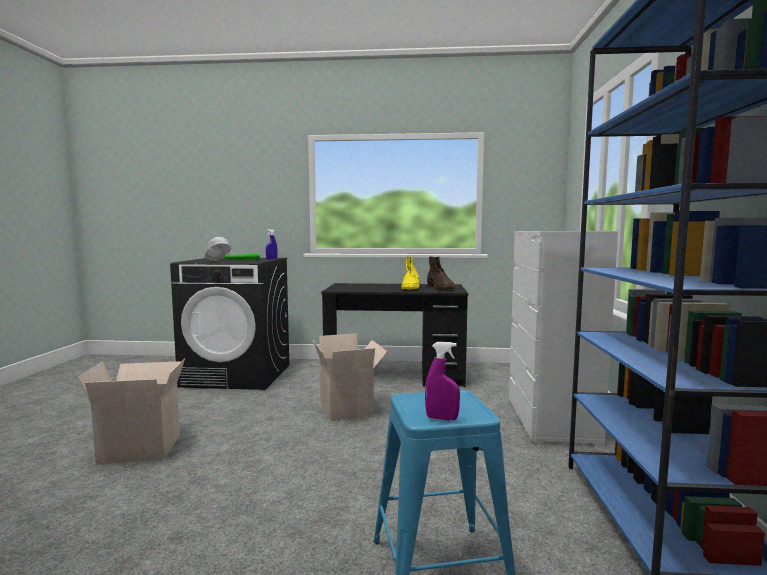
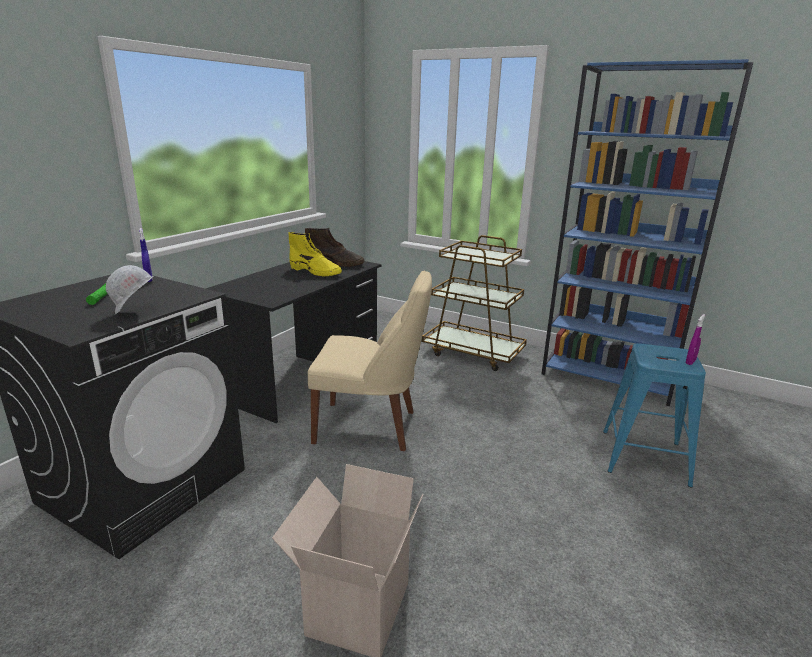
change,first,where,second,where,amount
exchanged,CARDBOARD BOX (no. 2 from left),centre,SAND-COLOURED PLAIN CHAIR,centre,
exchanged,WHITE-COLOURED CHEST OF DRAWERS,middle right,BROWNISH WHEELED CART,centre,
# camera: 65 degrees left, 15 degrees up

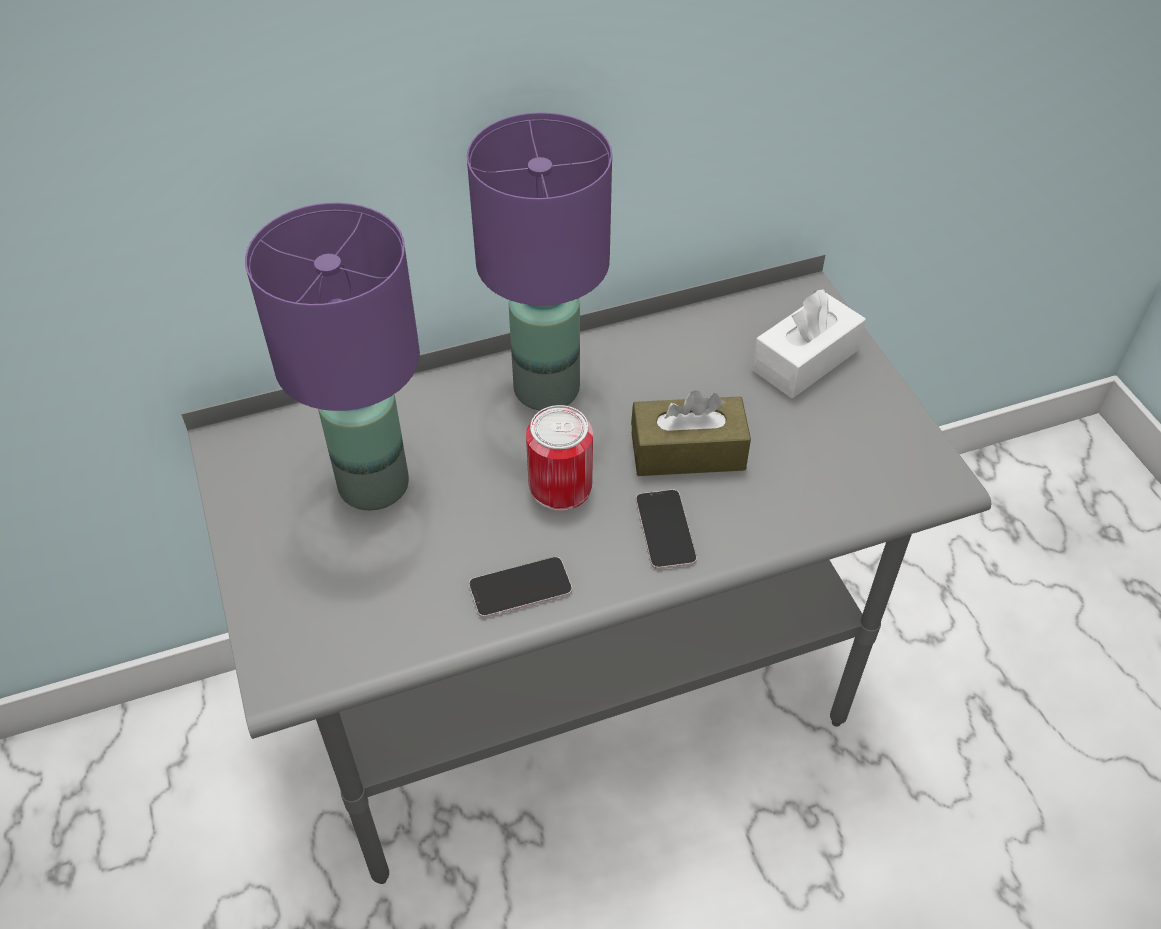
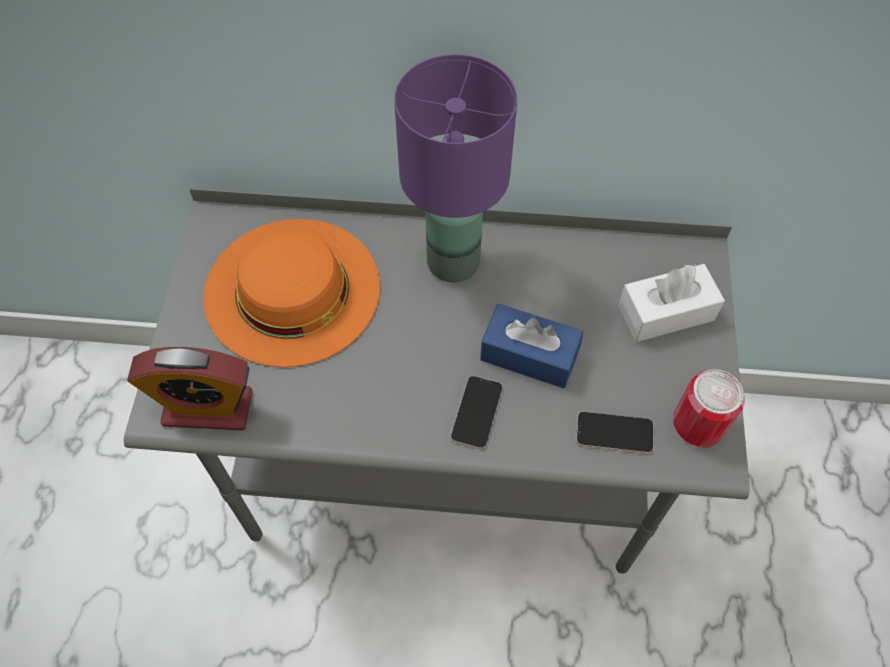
change,first,where,second,where,amount
exchanged,PURPLE-COLOURED LAMP FOR A TABLE (no. 1 from left),middle left,ORANGE-COLOURED WEARABLE HAT,middle left,
relocated,HANDSET (no. 1 from left in the first image),centre,HANDSET (no. 2 from left),middle right,
relocated,SEALED CAN,centre,,middle right,
colour,BROWNISH TISSUE BOX,centre,BLUISH TISSUE BOX,centre,
appeared,,,BEDSIDE CLOCK,middle left,
# camera: 25 degrees right, 10 degrees up

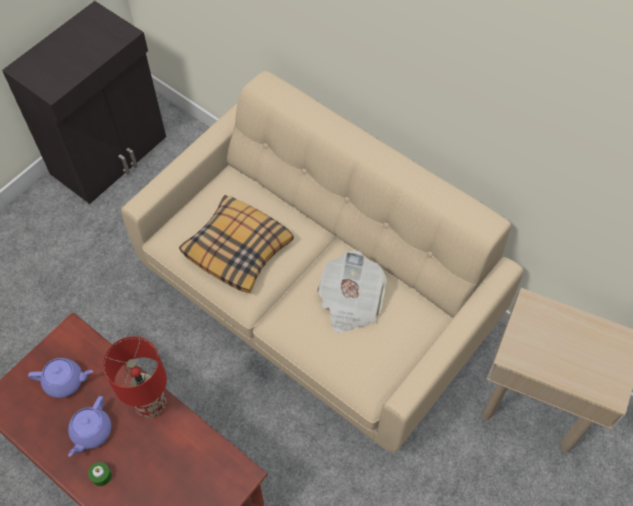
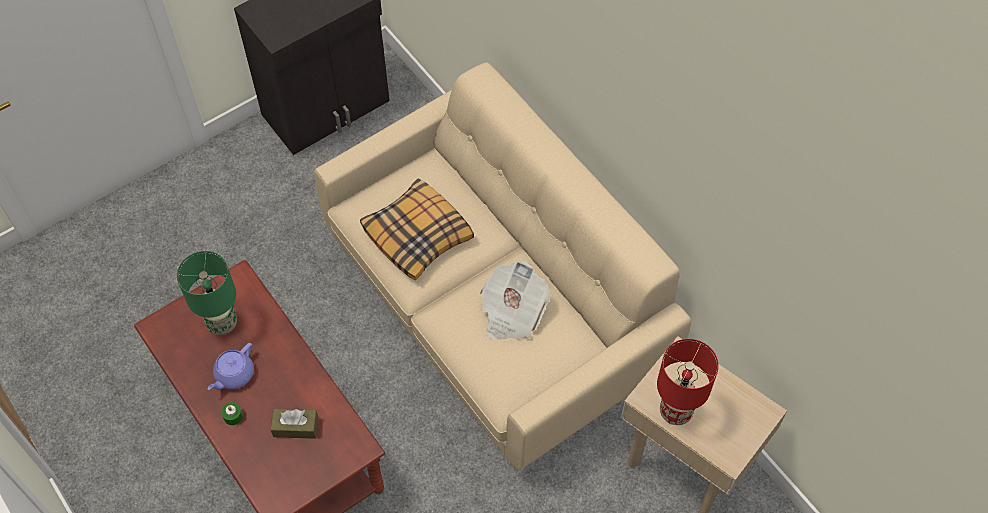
change,first,where,second,where,amount
exchanged,PURPLE-COLOURED TEAPOT (no. 1 from left),bottom left,GREEN LAMP FOR A TABLE,middle left,
relocated,RED-COLOURED LAMP FOR A TABLE,bottom left,,bottom right,
appeared,,,BROWNISH TISSUE BOX,bottom left,
# camera: 15 degrees right, 0 degrees up

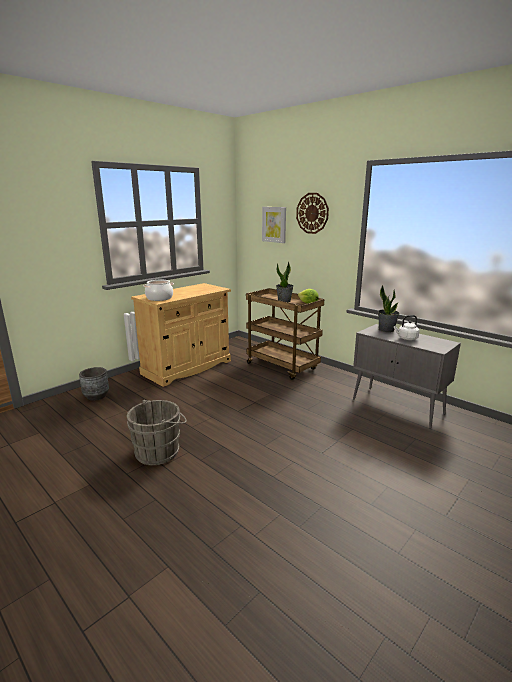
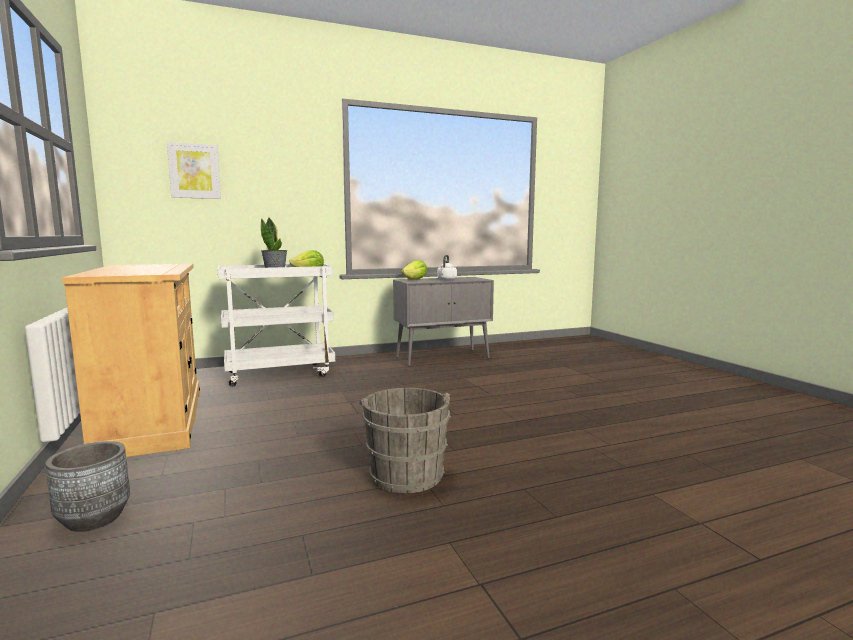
change,first,where,second,where,amount
missing,STOCKPOT,middle left,,,
colour,BROWNISH WHEELED CART,centre,WHITE-COLOURED WHEELED CART,middle left,
missing,CLOCK ON THE WALL,top centre,,,
exchanged,HOUSEPLANT (no. 2 from left),middle right,HEAD OF LETTUCE (no. 2 from left),centre,
# camera: 65 degrees left, 10 degrees down

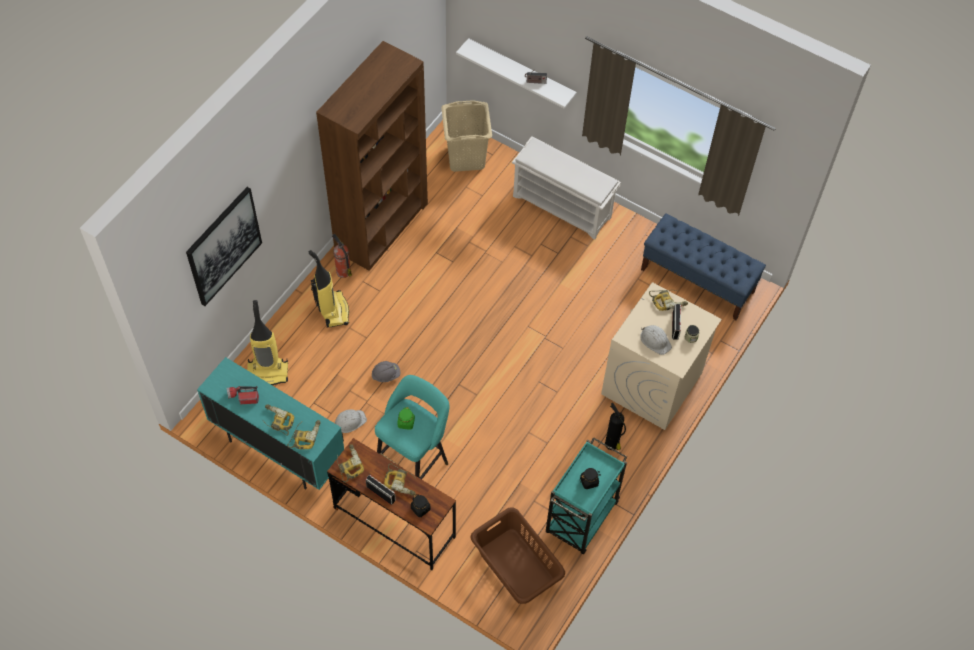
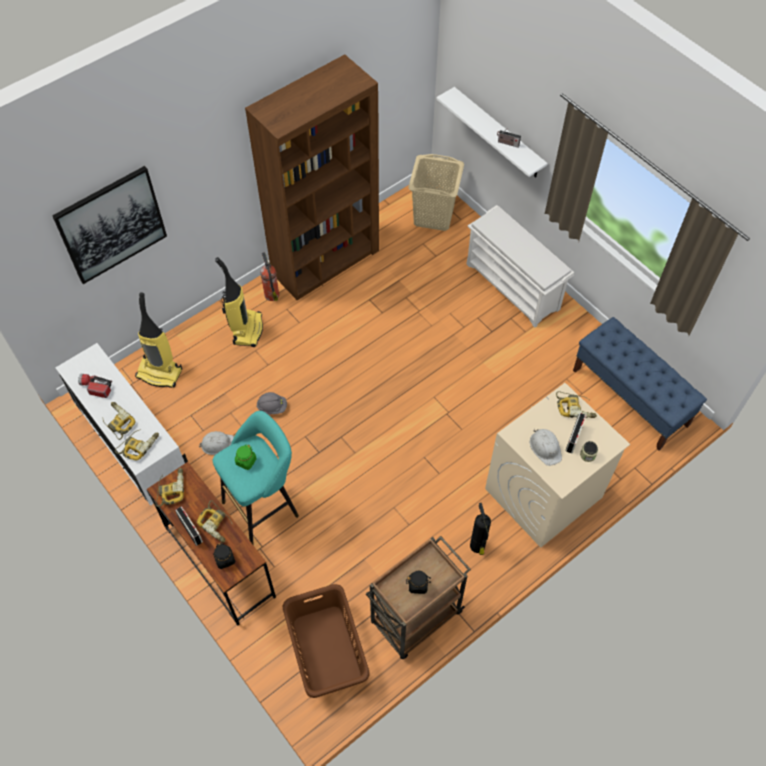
change,first,where,second,where,amount
colour,BLUE-GREEN CUPBOARD,middle left,WHITE-COLOURED CUPBOARD,middle left,
colour,BLUE-GREEN WHEELED CART,bottom centre,BROWNISH WHEELED CART,bottom centre,
# camera: 20 degrees right, 0 degrees up

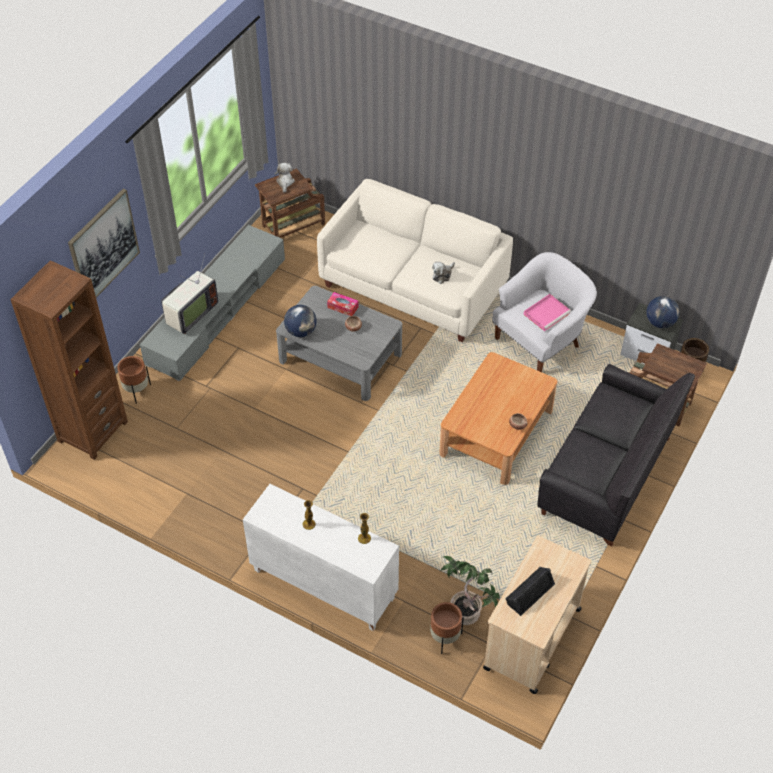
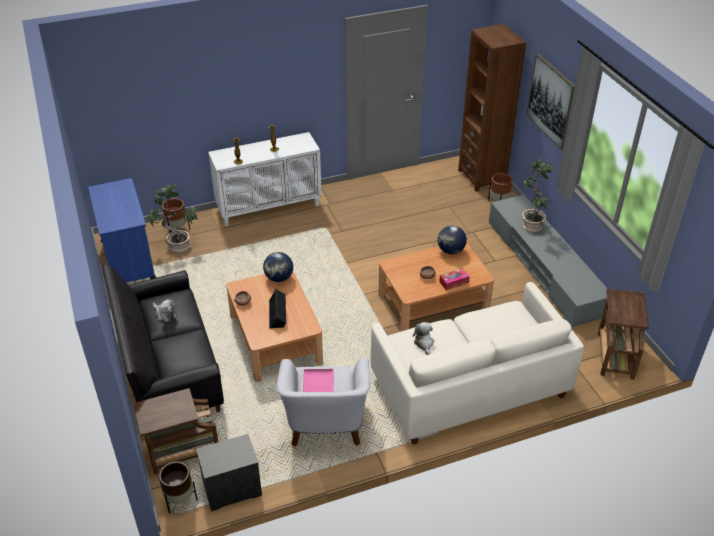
change,first,where,second,where,amount
exchanged,TELEVISION,middle left,HOUSEPLANT (no. 2 from left),middle right,
relocated,CUDDLY TOY (no. 1 from left),top centre,,middle left,
colour,GRAY LOUNGE TABLE,centre,BROWNISH LOUNGE TABLE (no. 2 from left),centre,
colour,SAND-COLOURED WHEELED CART,bottom right,BLUISH WHEELED CART,middle left,
relocated,BLACK-COLOURED SPEAKER,bottom right,,centre,
relocated,DESK GLOBE (no. 2 from left in the first image),middle right,DESK GLOBE (no. 1 from left),centre,
# camera: 130 degrees right, 10 degrees down

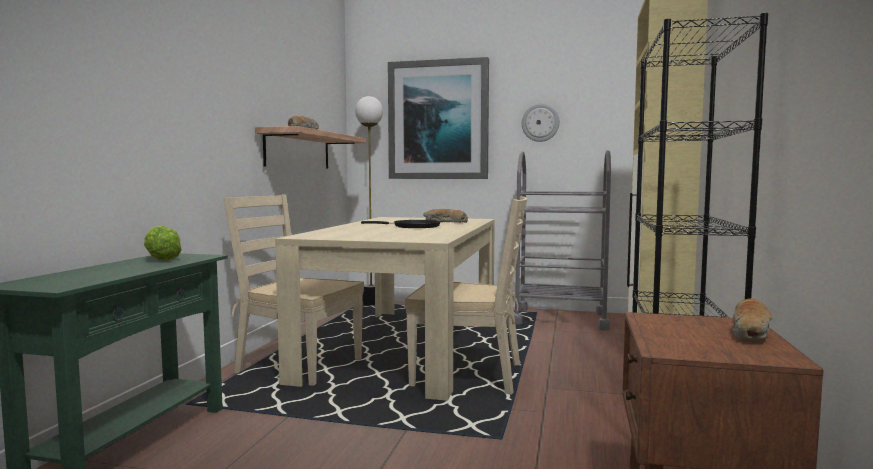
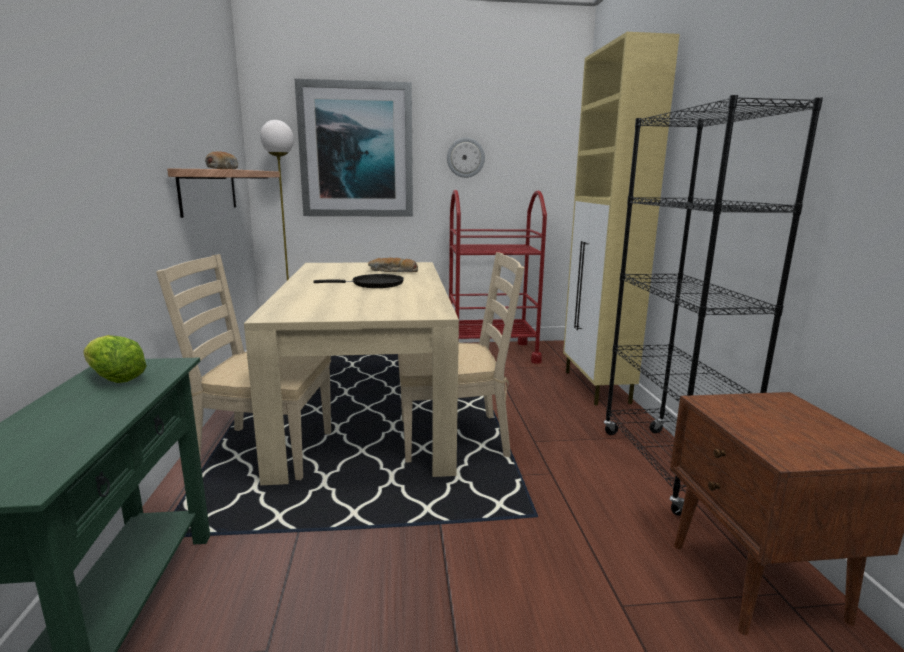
change,first,where,second,where,amount
colour,GRAY WHEELED CART,centre,RED-COLOURED WHEELED CART,centre,
missing,BAKED BREAD (no. 3 from left),bottom right,,,
# camera: 20 degrees left, 10 degrees up

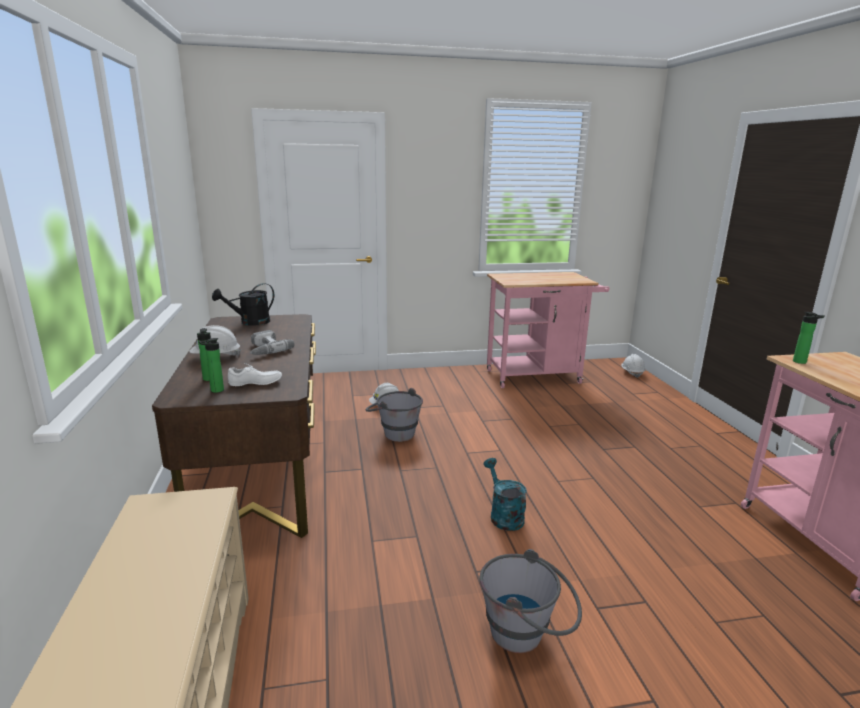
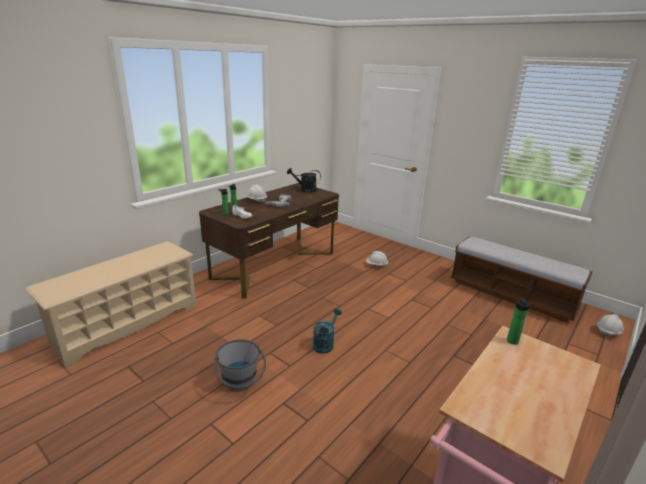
change,first,where,second,where,amount
missing,GRAY WATER BUCKET (no. 1 from left),centre,,,
exchanged,PINKISH WHEELED CART (no. 1 from left),centre,BENCH,middle right,
# camera: 50 degrees right, 5 degrees up

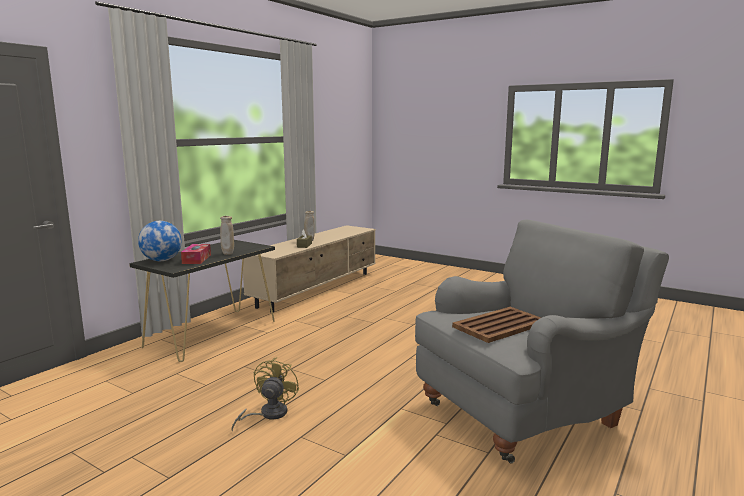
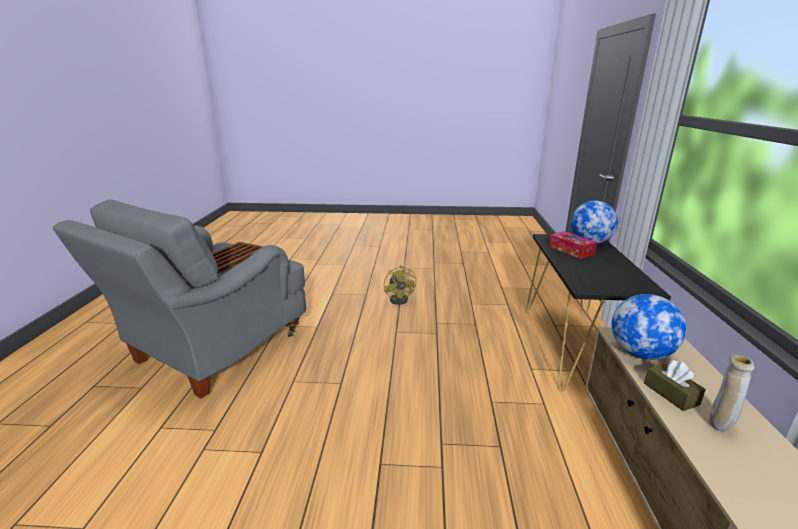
change,first,where,second,where,amount
missing,SAND-COLOURED DECORATIVE VASE (no. 1 from left),middle left,,,
appeared,,,DESK GLOBE (no. 2 from left),middle right,
# camera: 150 degrees right, 10 degrees up

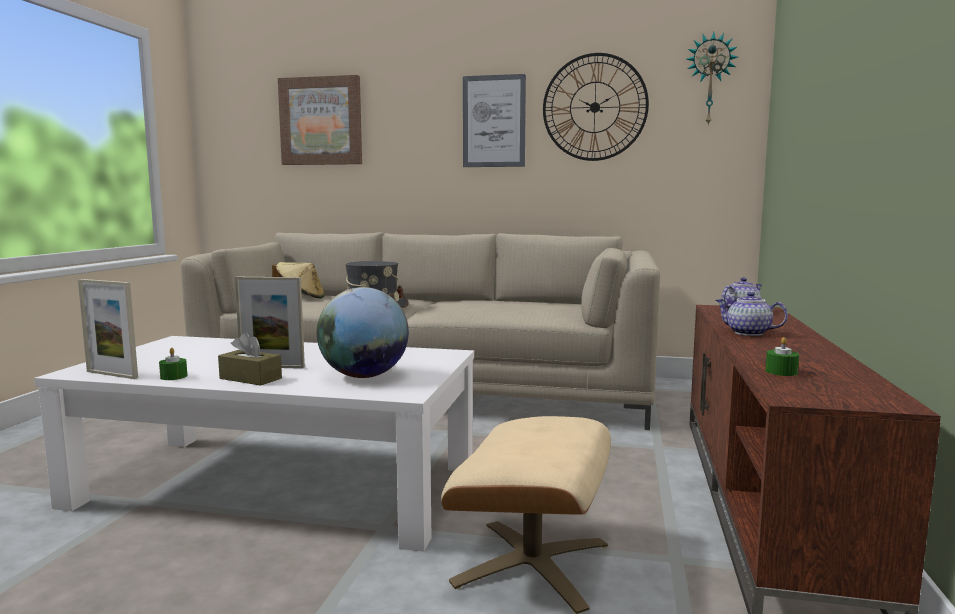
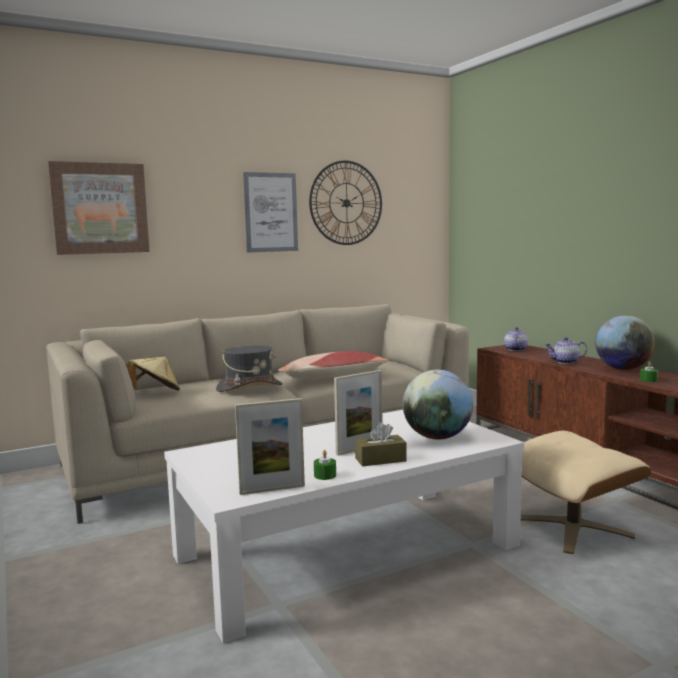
change,first,where,second,where,amount
missing,CLOCK ON THE WALL (no. 2 from left),top right,,,
appeared,,,THROW PILLOW,centre,
appeared,,,DESK GLOBE (no. 2 from left),middle right,
# camera: 40 degrees left, 0 degrees up

